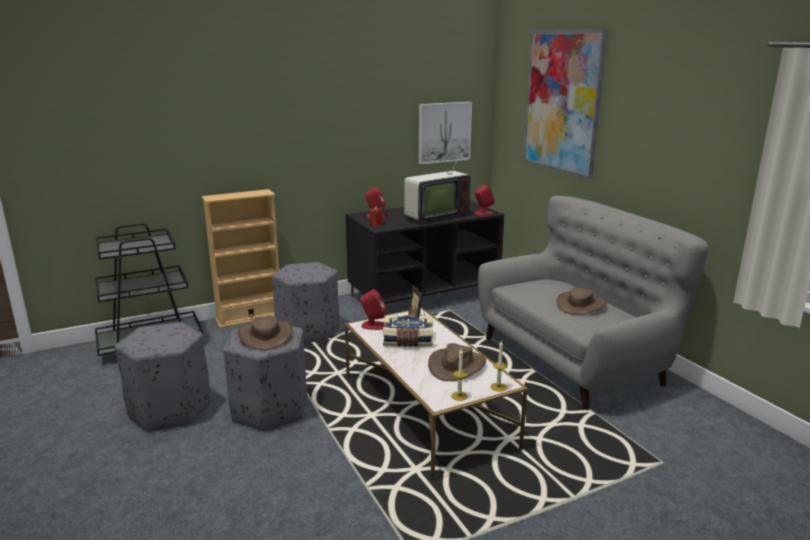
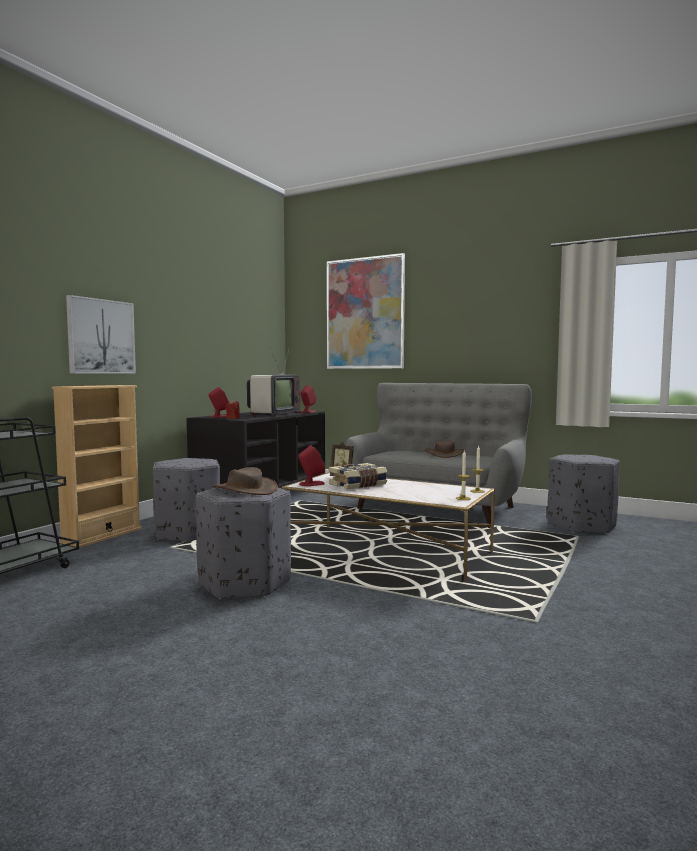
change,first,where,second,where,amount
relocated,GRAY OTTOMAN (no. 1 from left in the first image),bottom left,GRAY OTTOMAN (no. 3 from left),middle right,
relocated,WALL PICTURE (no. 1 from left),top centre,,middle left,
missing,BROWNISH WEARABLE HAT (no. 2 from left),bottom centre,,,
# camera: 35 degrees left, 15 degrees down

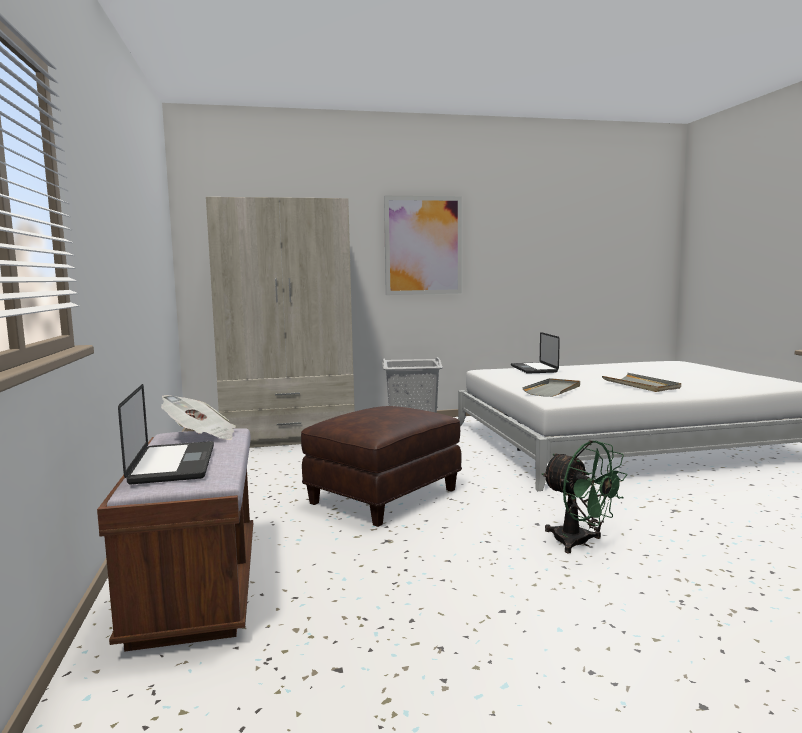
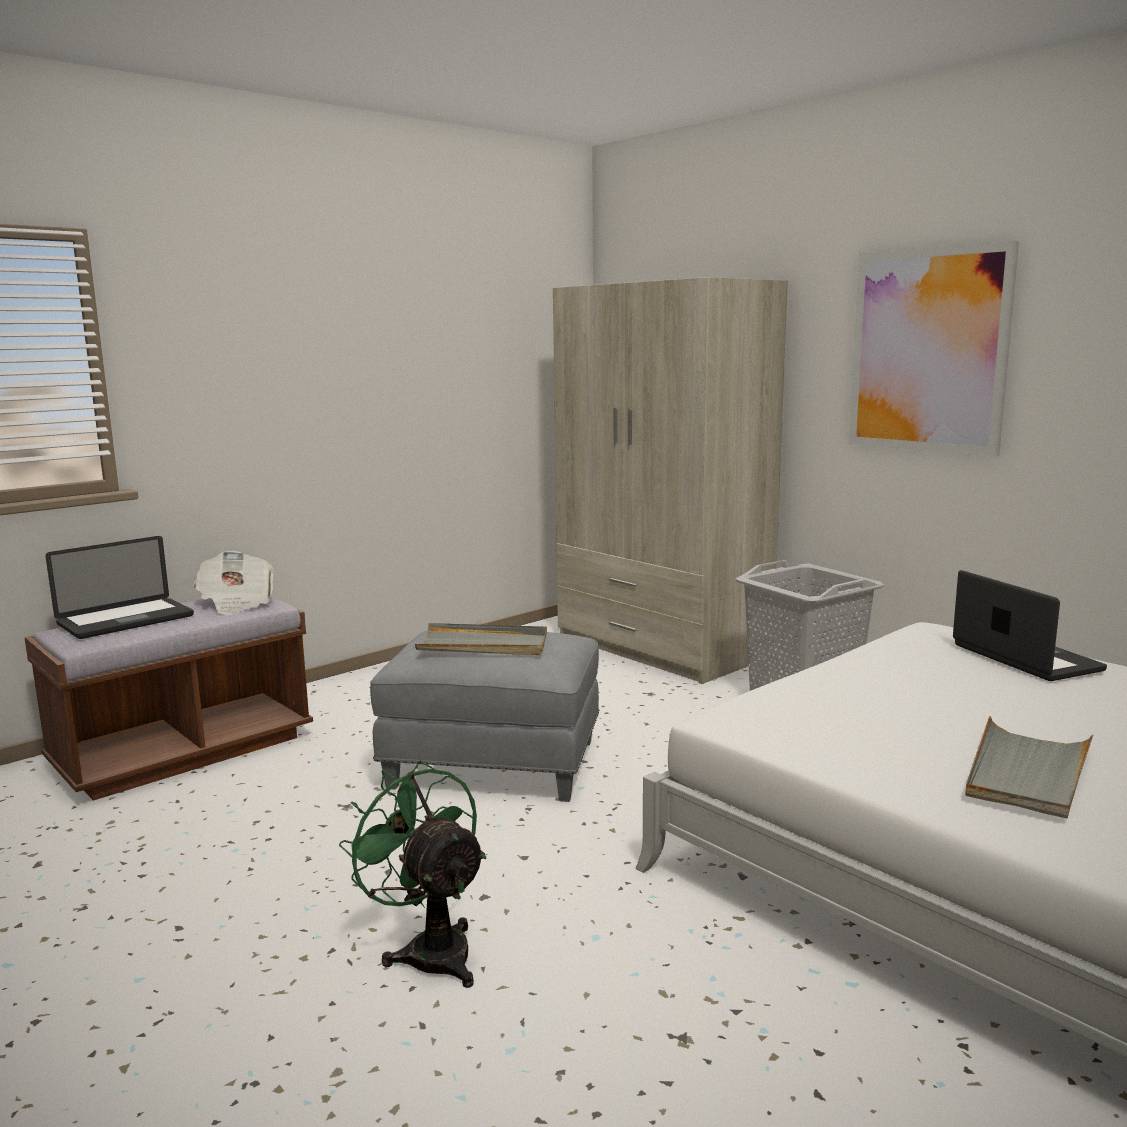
change,first,where,second,where,amount
colour,BROWNISH OTTOMAN,centre,GRAY OTTOMAN,centre,
spun,NOTEBOOK COMPUTER (no. 2 from left),middle right,,middle right,105 degrees clockwise
relocated,GRAY SERVING TRAY (no. 1 from left),middle right,,centre,
spun,GREEN COOLING FAN,bottom right,,bottom centre,120 degrees clockwise
# camera: 60 degrees right, 5 degrees up

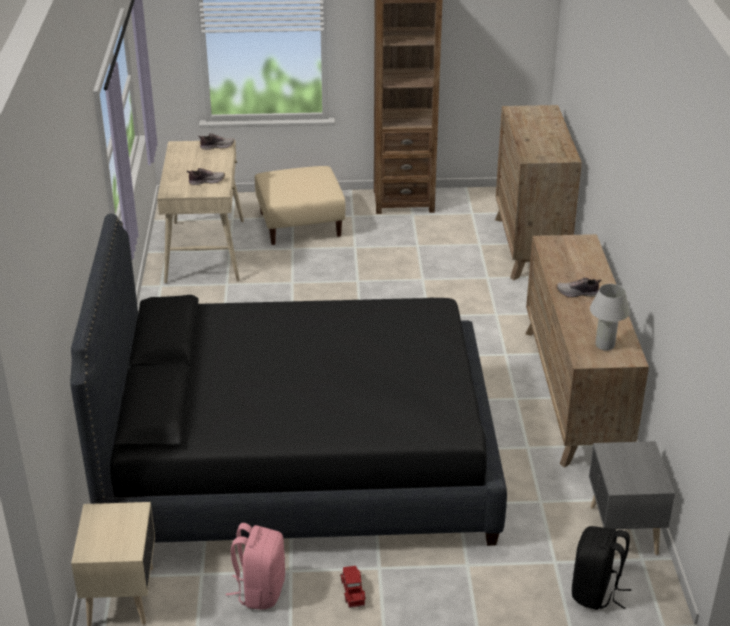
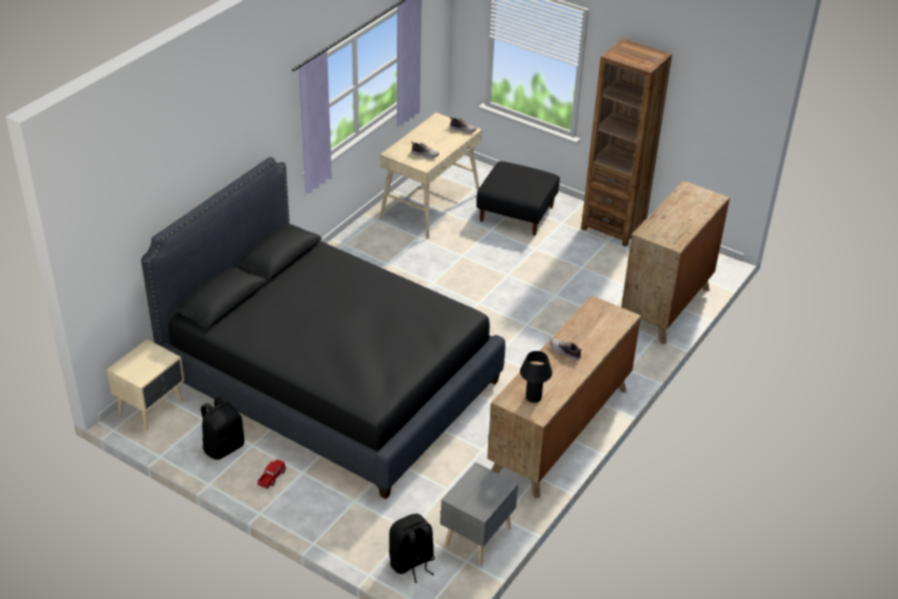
change,first,where,second,where,amount
colour,PINKISH BACKPACK,bottom centre,BLACK-COLOURED BACKPACK (no. 1 from left),bottom left,
colour,SAND-COLOURED OTTOMAN,top centre,BLACK-COLOURED OTTOMAN,top centre,
colour,WHITE-COLOURED LAMP FOR A TABLE,middle right,BLACK-COLOURED LAMP FOR A TABLE,centre,
# camera: 35 degrees right, 5 degrees up

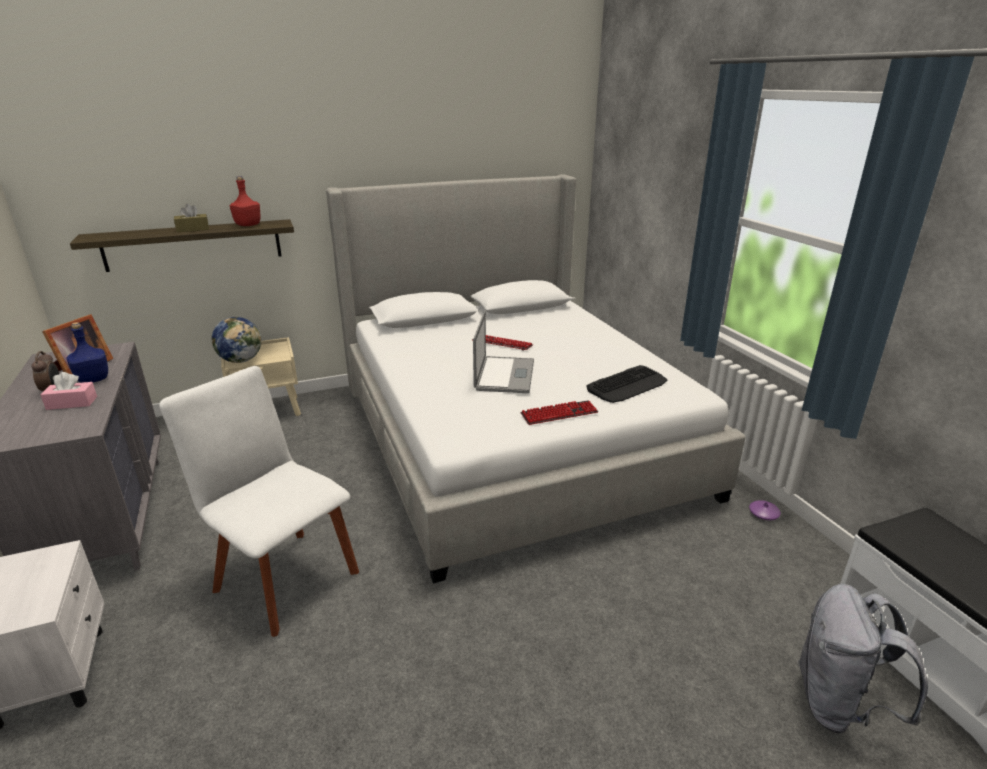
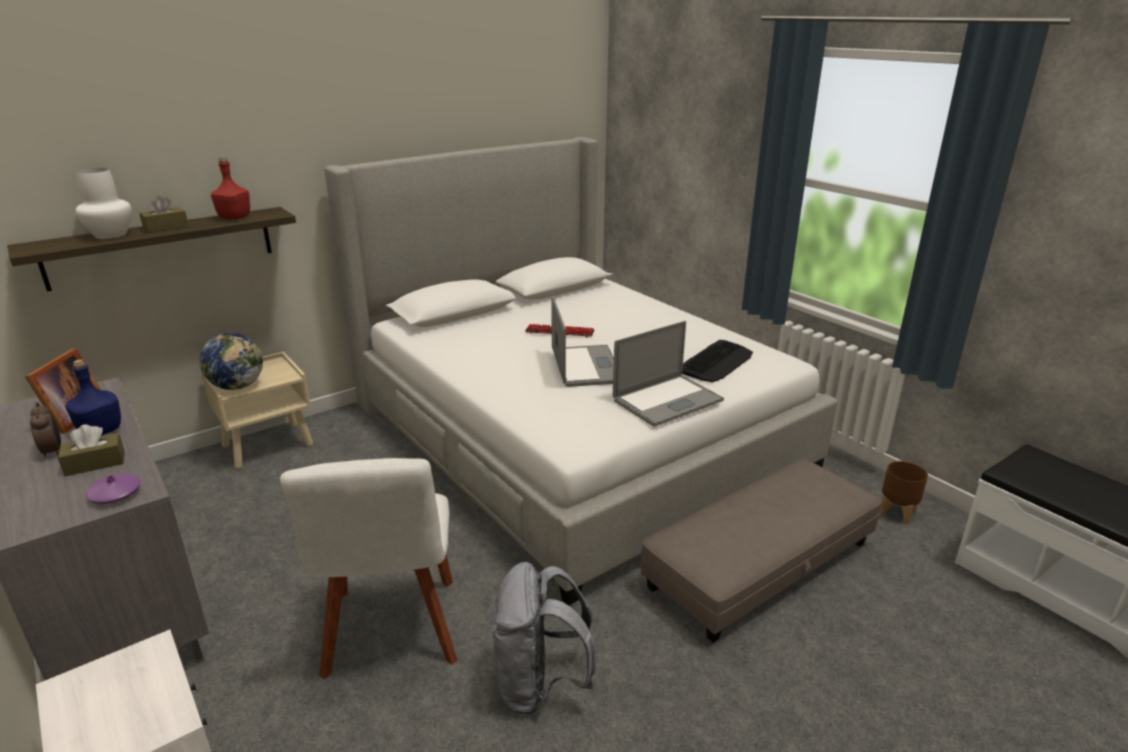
change,first,where,second,where,amount
colour,PINKISH TISSUE BOX,middle left,BROWNISH TISSUE BOX (no. 1 from left),middle left,
spun,WHITE-COLOURED PLAIN CHAIR,middle left,,bottom left,120 degrees counterclockwise
exchanged,PC KEYBOARD (no. 2 from left),centre,NOTEBOOK COMPUTER (no. 2 from left),centre,
relocated,PURPLE-COLOURED DECORATIVE VASE,middle right,,middle left,
relocated,GRAY BACKPACK,bottom right,,bottom centre,
appeared,,,WHITE-COLOURED DECORATIVE VASE,top left,
appeared,,,GRAY OTTOMAN,bottom right,
appeared,,,BROWNISH PLANTER,middle right,
# camera: 15 degrees left, 0 degrees up

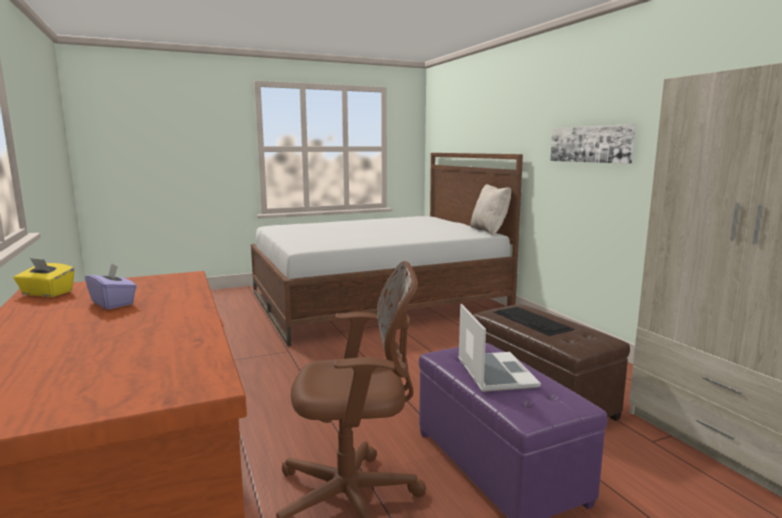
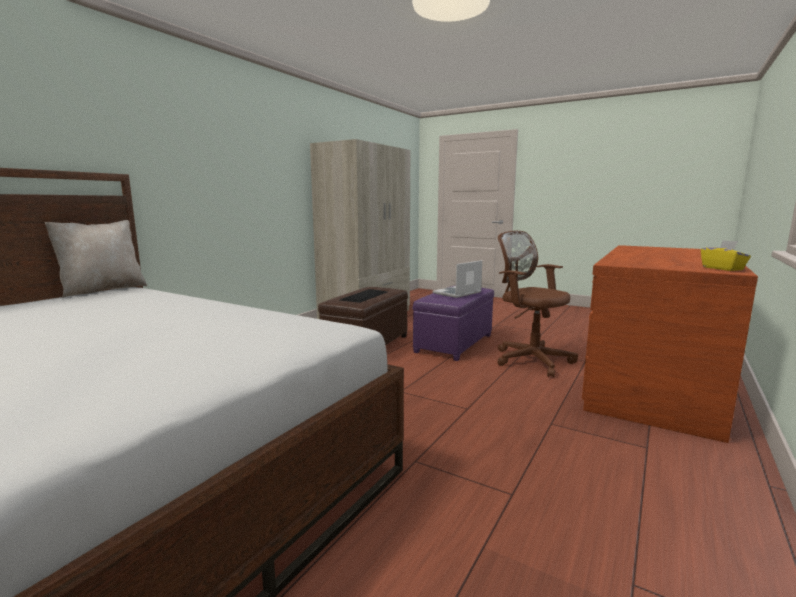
change,first,where,second,where,amount
missing,PURPLE-COLOURED TISSUE BOX,middle left,,,
missing,WALL PICTURE,top right,,,
# camera: 125 degrees left, 0 degrees up

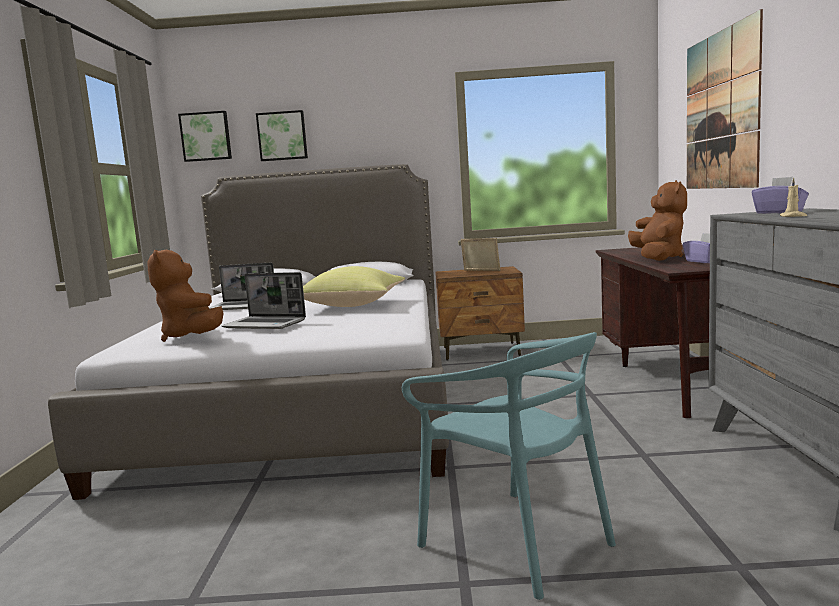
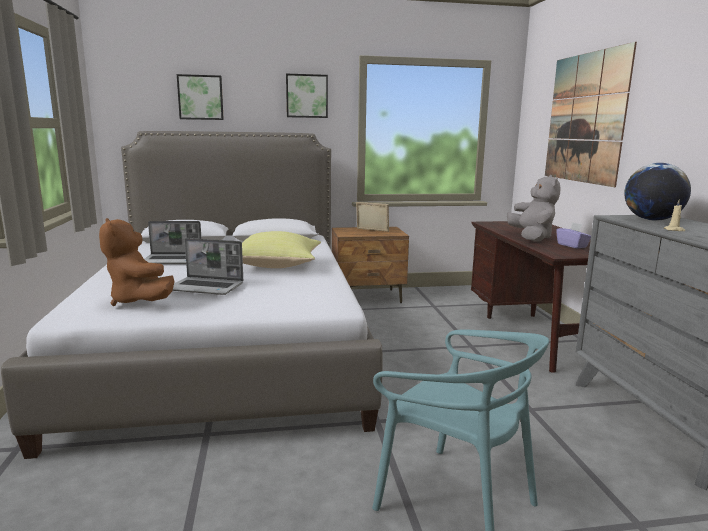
change,first,where,second,where,amount
relocated,WALL PICTURE (no. 1 from left in the first image),top left,WALL PICTURE (no. 2 from left),top centre,
colour,BROWNISH CUDDLY TOY (no. 2 from left),middle right,GRAY CUDDLY TOY,middle right,
exchanged,PURPLE-COLOURED TISSUE BOX (no. 2 from left),top right,DESK GLOBE,middle right,
# camera: 10 degrees left, 5 degrees up

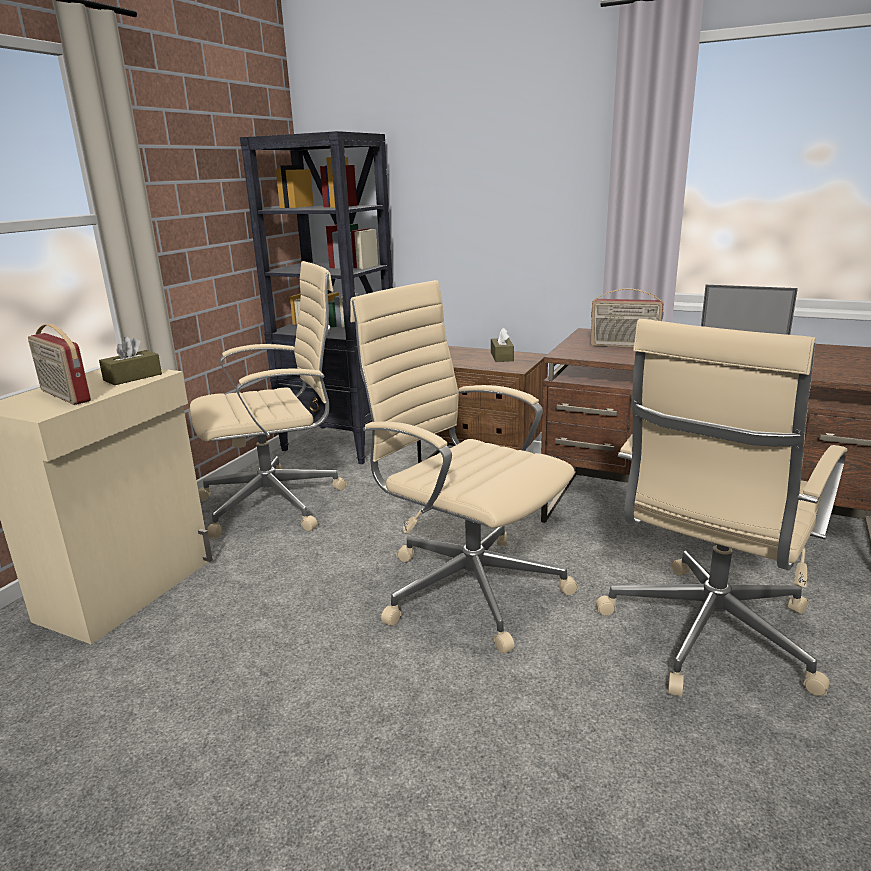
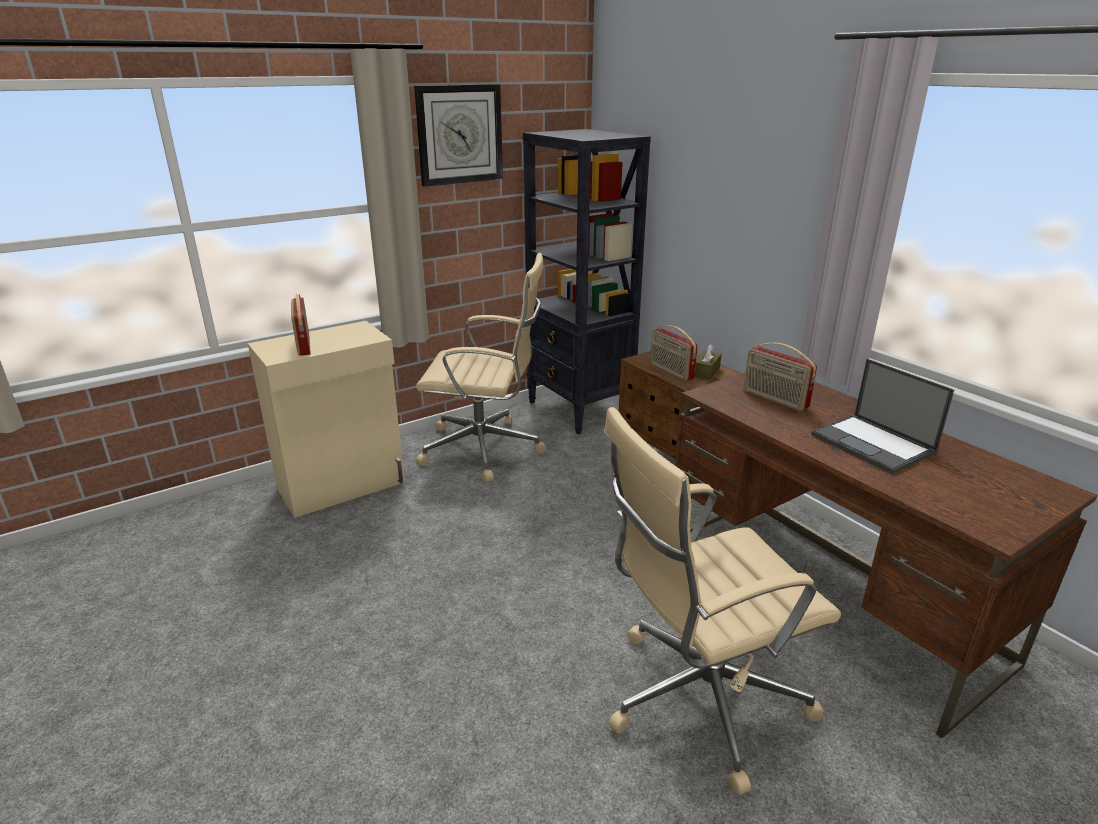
change,first,where,second,where,amount
missing,BROWNISH TISSUE BOX (no. 1 from left),middle left,,,
missing,SAND-COLOURED OFFICE CHAIR (no. 2 from left),centre,,,
appeared,,,CLOCK ON THE WALL,top centre,
appeared,,,RADIO SET (no. 2 from left),centre,
# camera: 30 degrees right, 5 degrees up

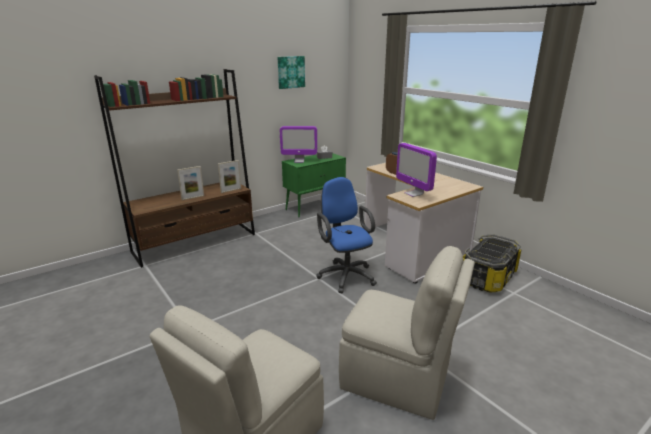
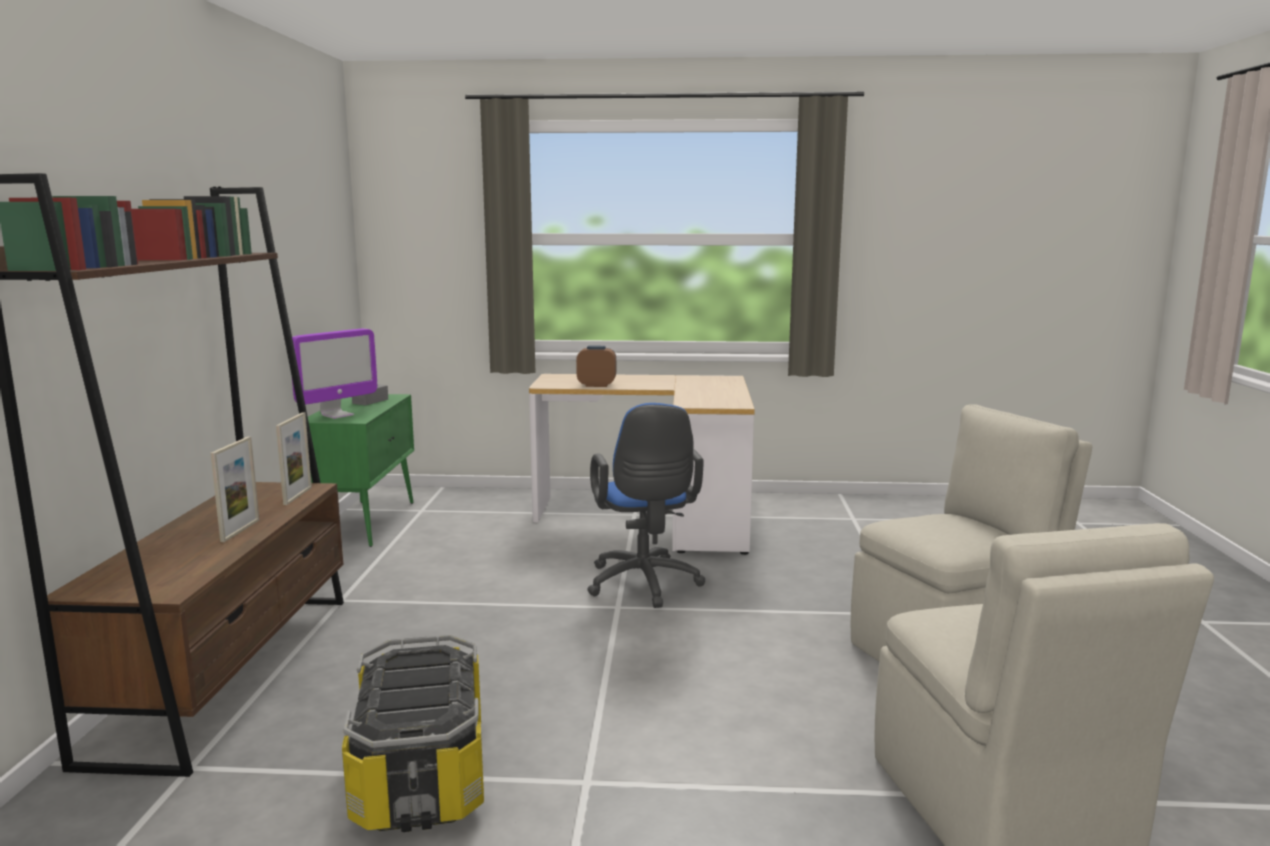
change,first,where,second,where,amount
missing,WALL PICTURE,top centre,,,
spun,BLUISH OFFICE CHAIR,centre,,centre,120 degrees counterclockwise
missing,COMPUTER SCREEN (no. 2 from left),centre,,,
relocated,STORAGE BOX,middle right,,bottom left,
# camera: 50 degrees left, 10 degrees down

